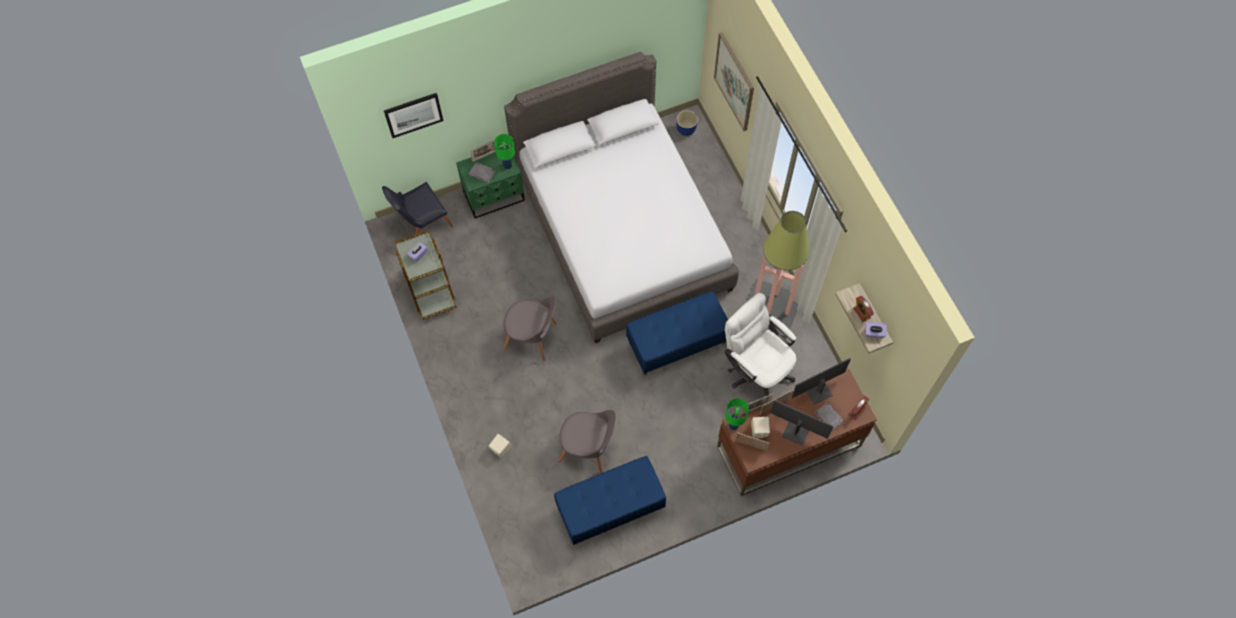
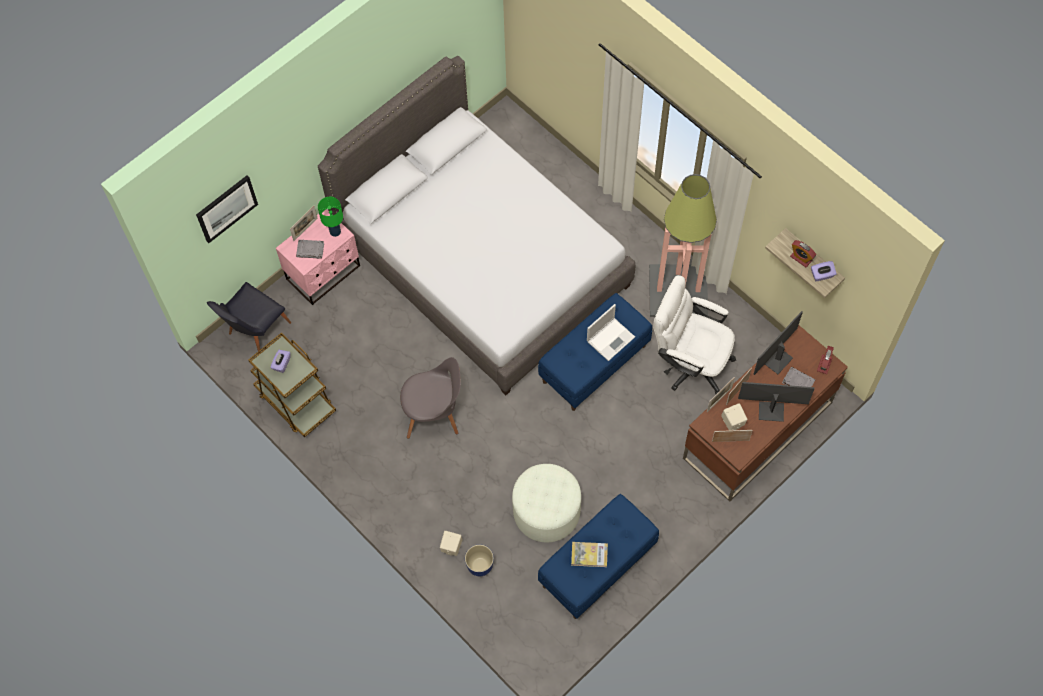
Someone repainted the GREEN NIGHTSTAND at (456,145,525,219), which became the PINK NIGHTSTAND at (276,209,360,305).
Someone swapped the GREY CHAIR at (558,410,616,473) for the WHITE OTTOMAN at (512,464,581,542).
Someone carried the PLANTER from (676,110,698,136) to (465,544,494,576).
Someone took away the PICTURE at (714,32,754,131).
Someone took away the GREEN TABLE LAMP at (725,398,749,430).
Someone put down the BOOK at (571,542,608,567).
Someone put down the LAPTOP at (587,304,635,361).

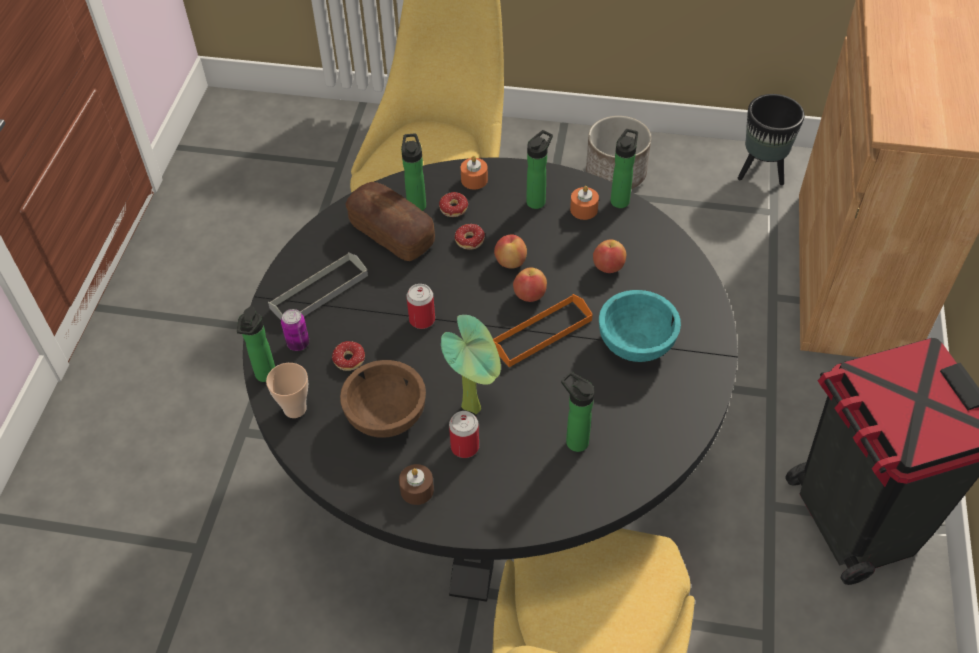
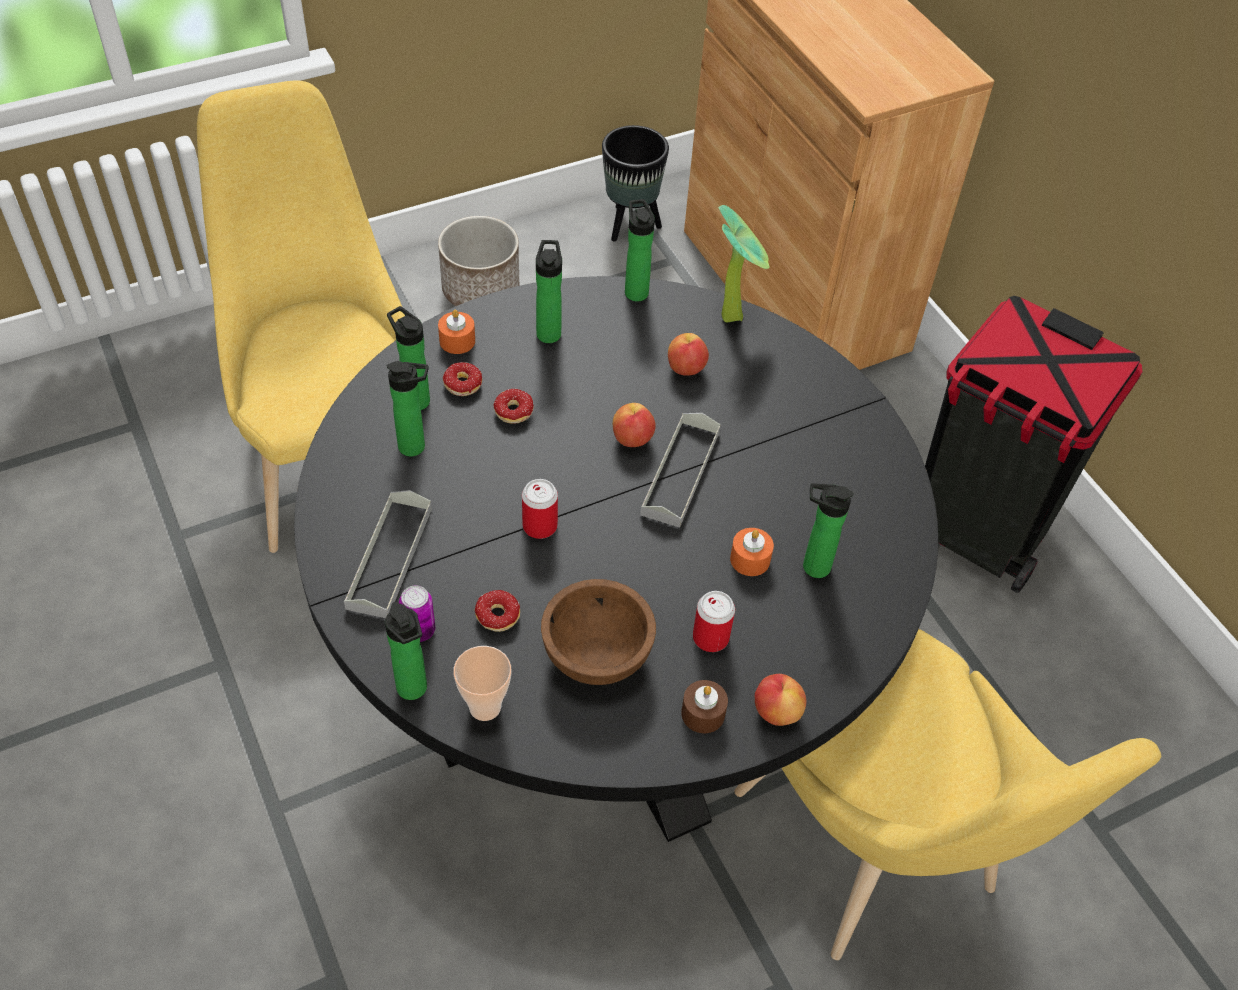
Someone swapped the BREAD at (345,182,435,261) for the BOTTLE at (387,361,429,457).
Someone carried the POTTED PLANT from (441,315,501,415) to (719,205,770,322).
Someone repainted the ORANGE TRAY at (493,294,593,367), which became the GREY TRAY at (640,413,721,528).
Someone carried the APPLE from (494,235,527,269) to (755,674,806,726).
Someone carried the ORANGE CANDLE from (570,186,599,220) to (730,528,774,576).
Someone took away the TURQUOISE BOWL at (599,290,681,362).

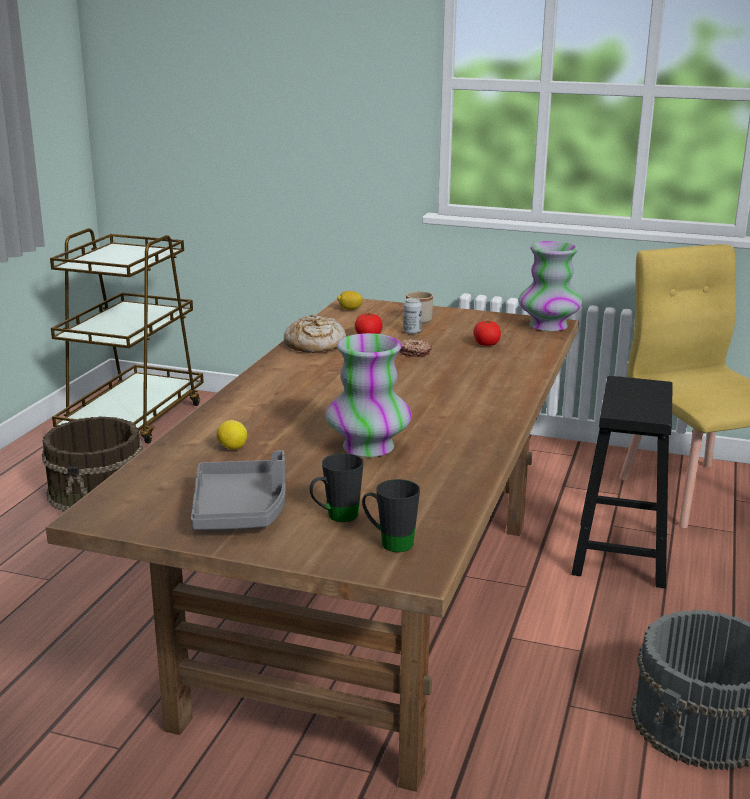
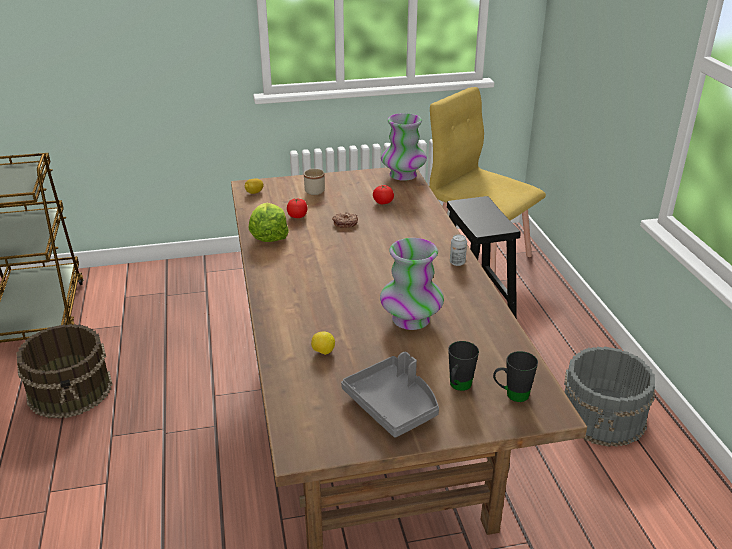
Someone swapped the BREAD at (284,315,347,353) for the LETTUCE at (249,203,289,242).
Someone carried the CAN from (403,298,422,334) to (450,234,467,266).

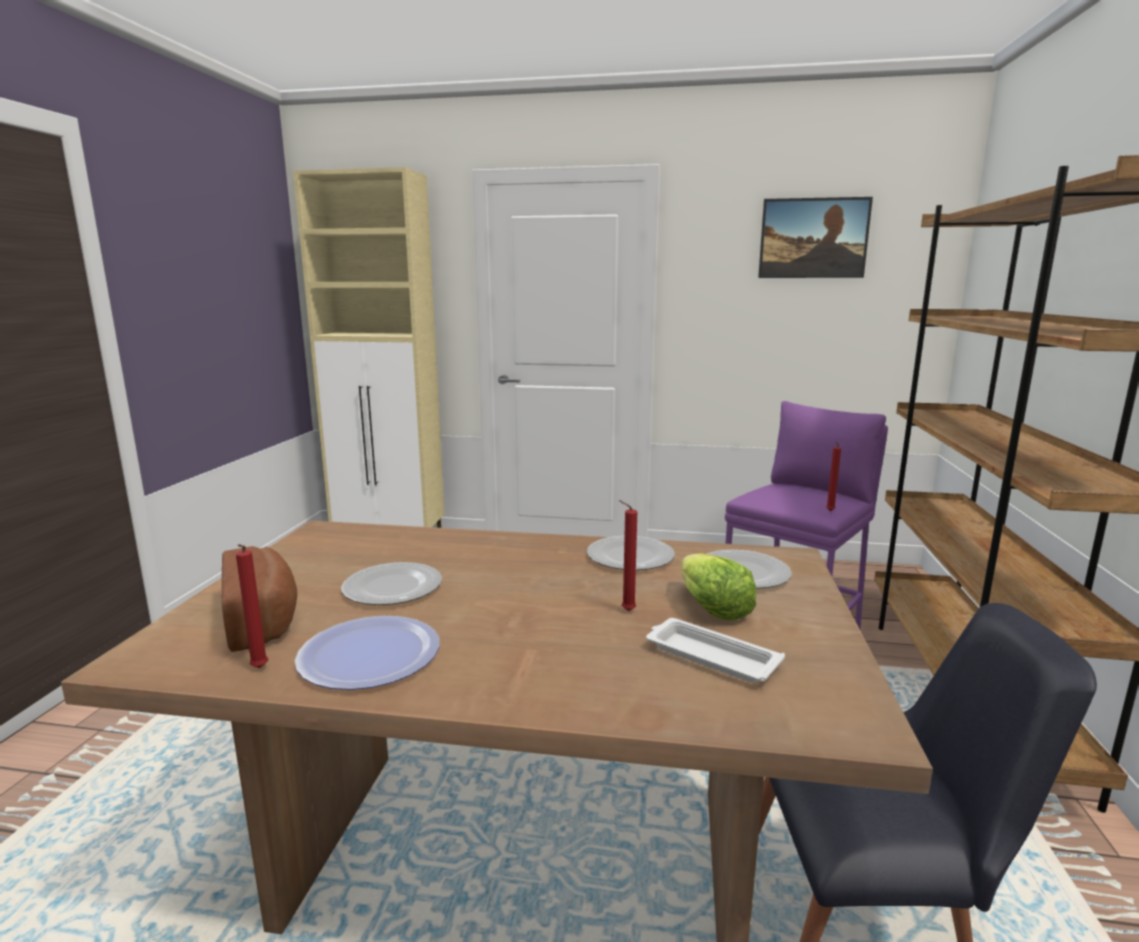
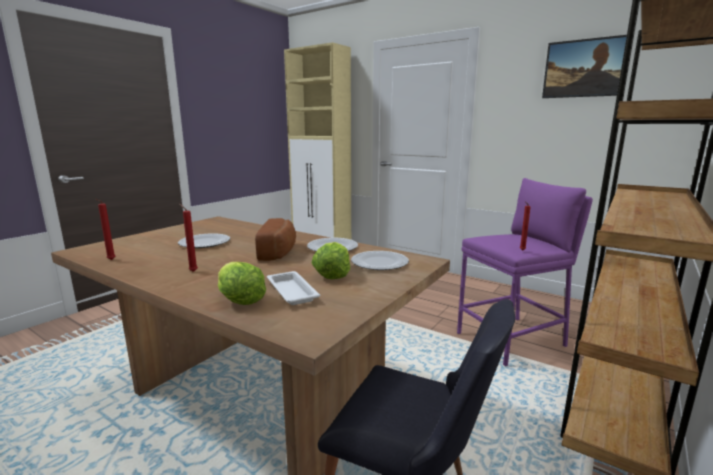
Someone carried the BREAD from (222,546,297,652) to (255,218,296,261).
Someone took away the PLATE at (295,616,439,690).
Someone carried the RED CANDLE from (619,500,637,611) to (179,204,198,272).
Someone put down the LETTUCE at (218,262,266,305).

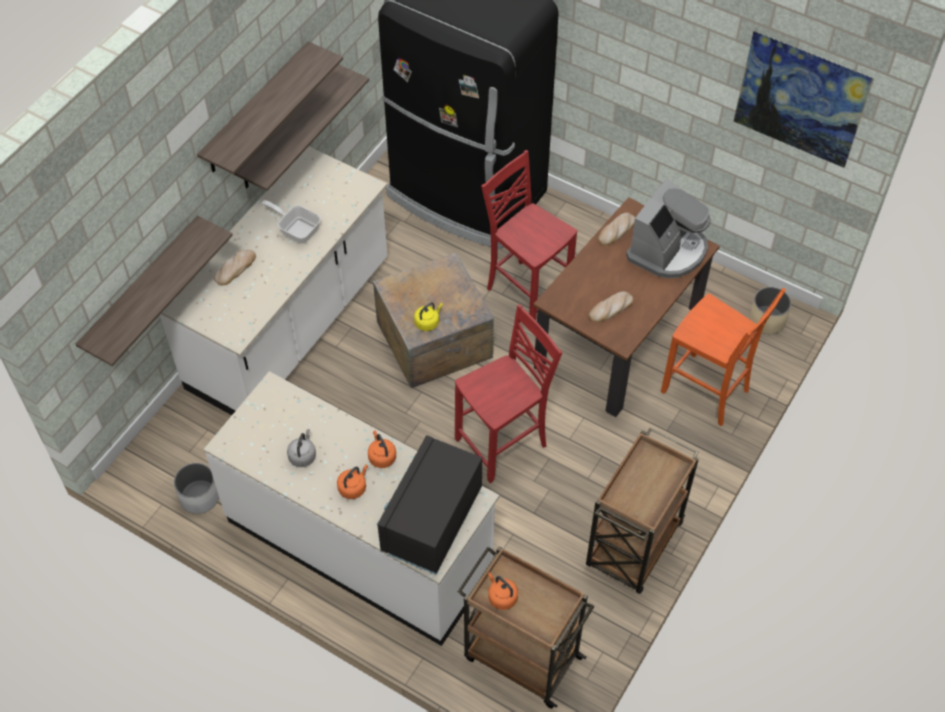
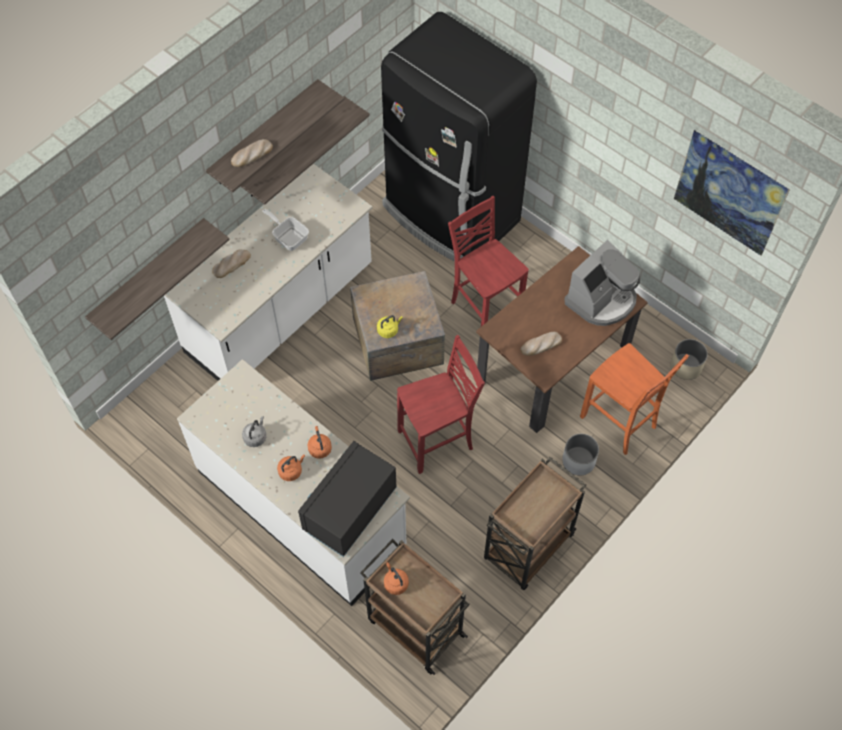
Someone carried the WHITE PLANTER from (174,463,219,514) to (562,434,599,475).
Someone carried the BREAD from (598,213,635,245) to (231,139,273,167).

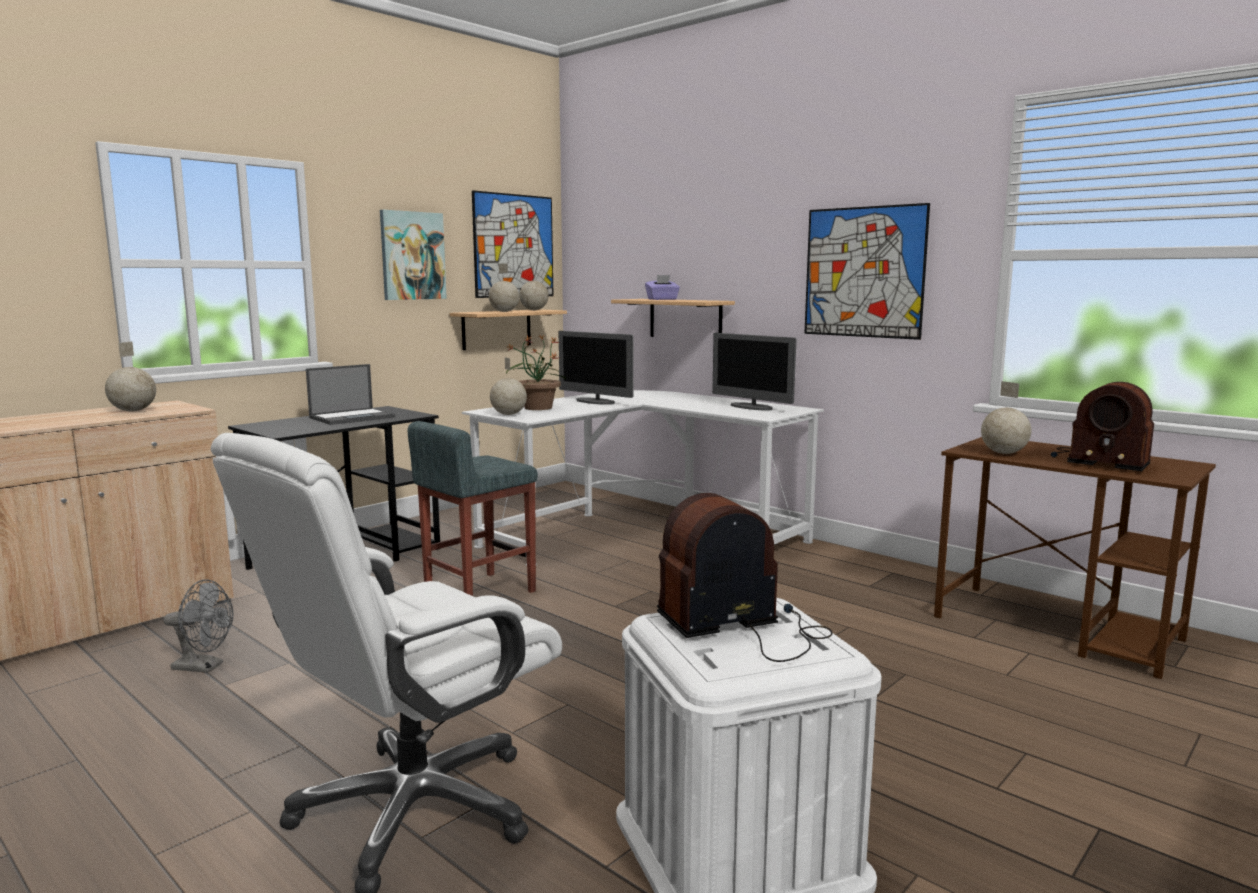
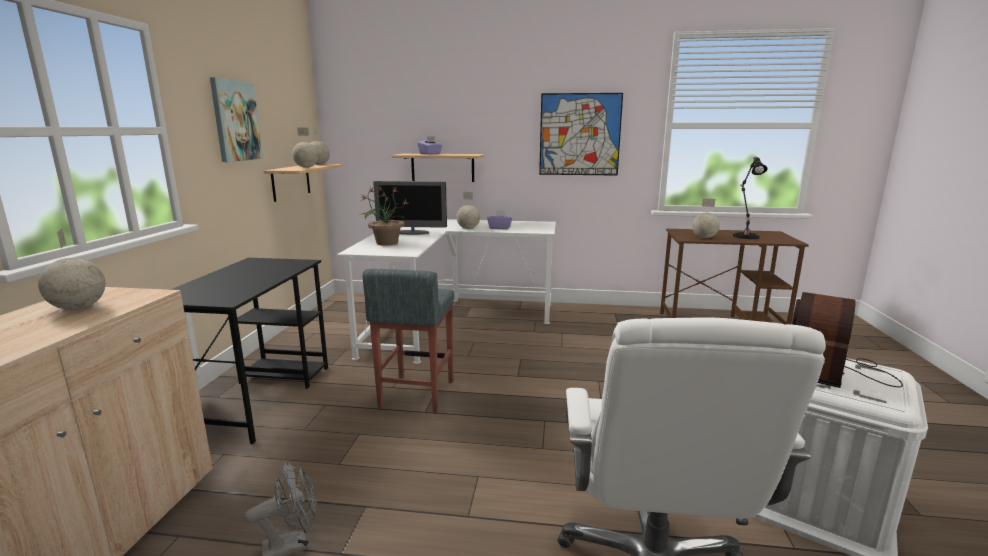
Someone took away the LAPTOP at (306,364,395,425).
Someone took away the PICTURE at (472,190,554,298).
Someone carried the GLOBE from (490,357,527,415) to (456,192,480,229).
Someone took away the MONITOR at (712,333,796,411).
Someone swapped the RADIO at (1051,382,1154,471) for the BLACK TABLE LAMP at (733,157,768,239).
Someone put down the PURPLE TISSUE BOX at (487,210,512,230).

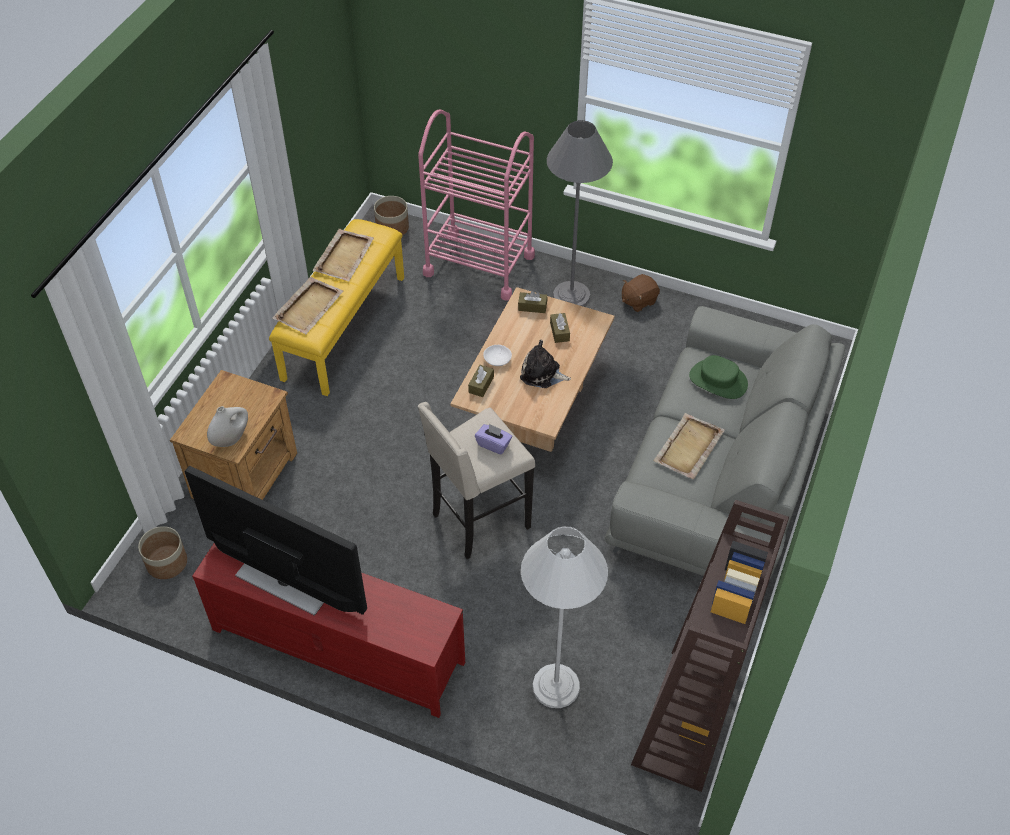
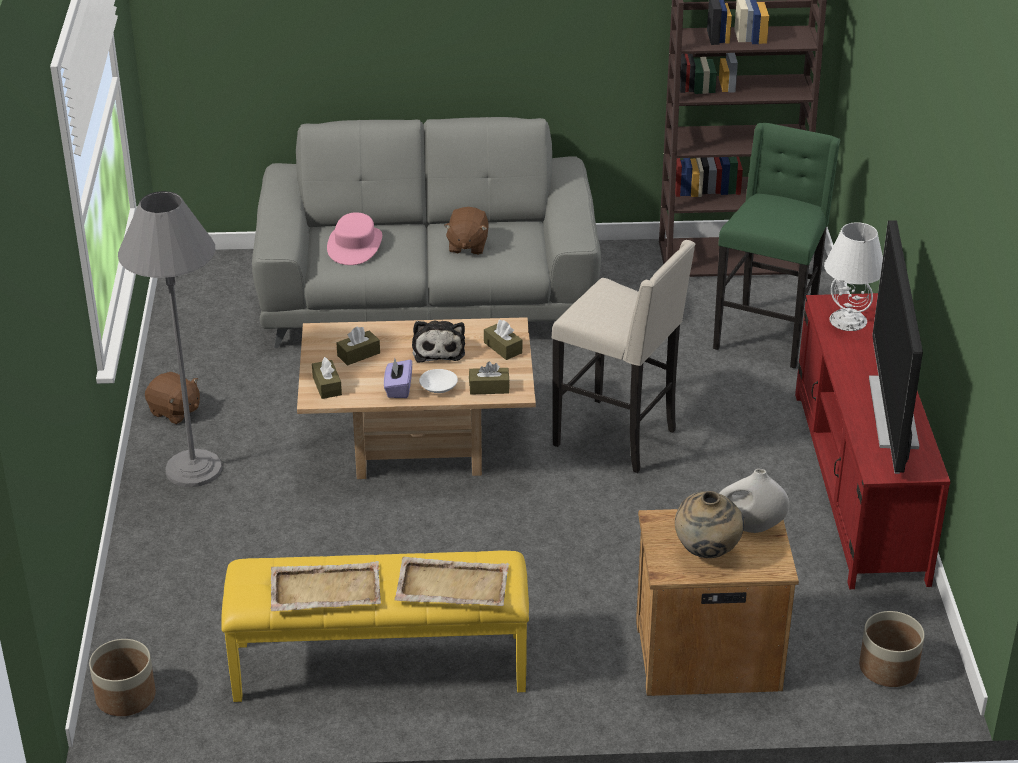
Someone took away the PINK CART at (418,109,535,301).
Someone carried the PURPLE TISSUE BOX from (475,424,512,454) to (384,358,412,398).
Someone swapped the WHITE FLOOR LAMP at (521,526,608,708) for the GREEN STOOL at (713,123,840,368).
Someone swapped the BEIGE TRAY at (653,413,725,479) for the BROWN PLUSH TOY at (444,207,489,255).
Someone repainted the GREEN HAT at (689,355,748,399), which became the PINK HAT at (327,212,382,265).
Someone put down the BROWN TISSUE BOX at (484,320,522,360).
Someone put down the BEIGE VASE at (675,491,745,558).
Someone put down the WHITE TABLE LAMP at (824,222,883,331).

